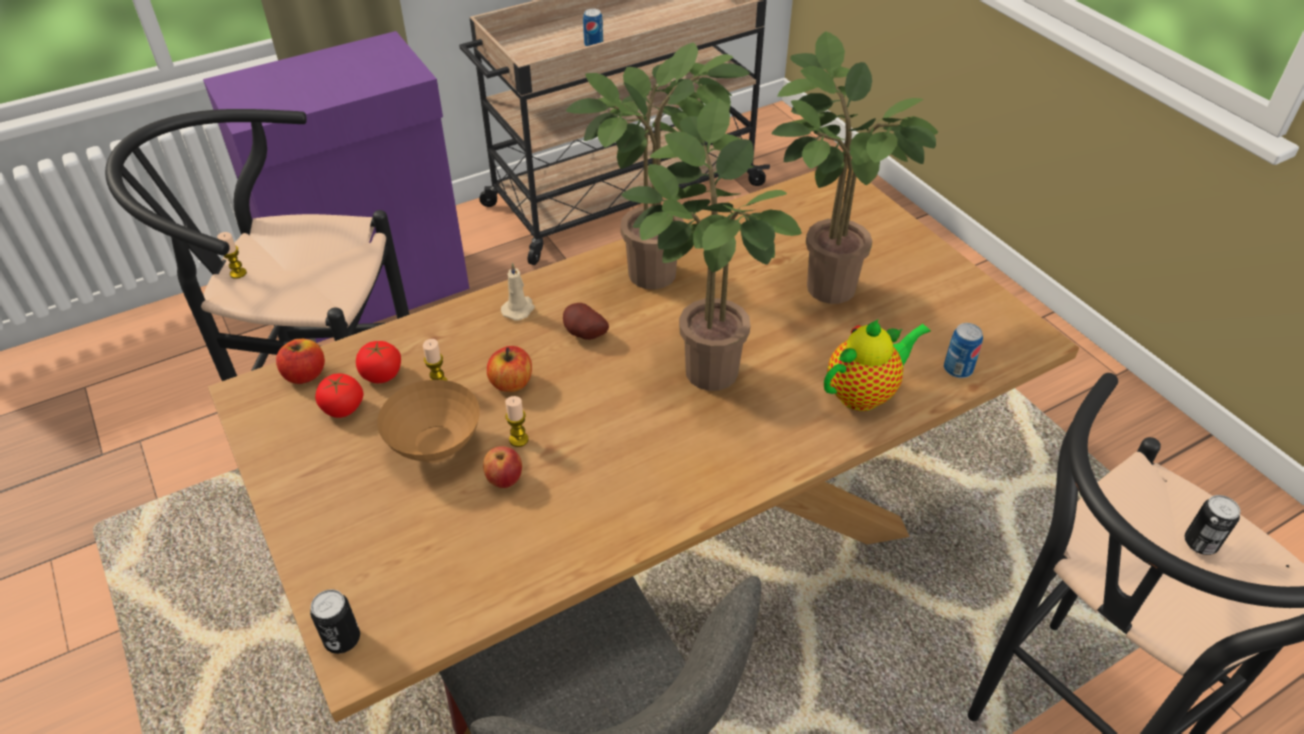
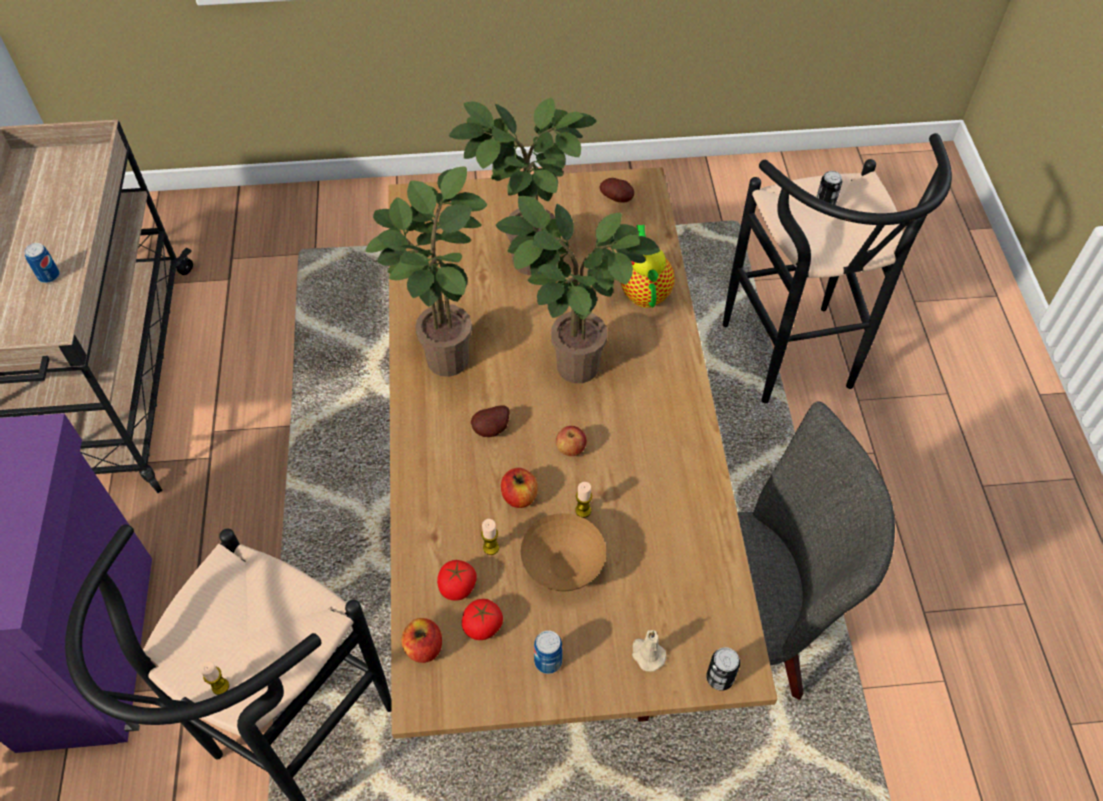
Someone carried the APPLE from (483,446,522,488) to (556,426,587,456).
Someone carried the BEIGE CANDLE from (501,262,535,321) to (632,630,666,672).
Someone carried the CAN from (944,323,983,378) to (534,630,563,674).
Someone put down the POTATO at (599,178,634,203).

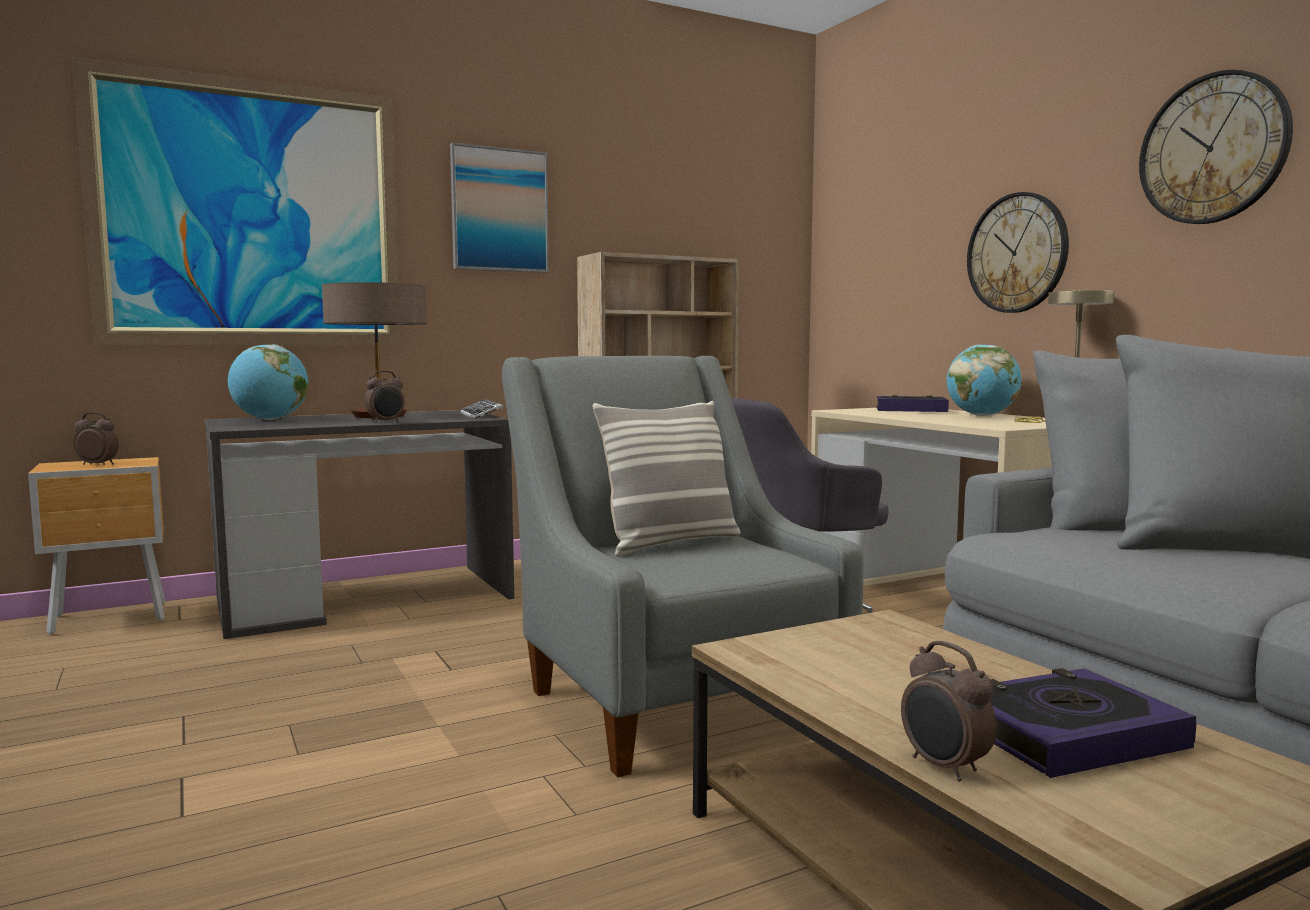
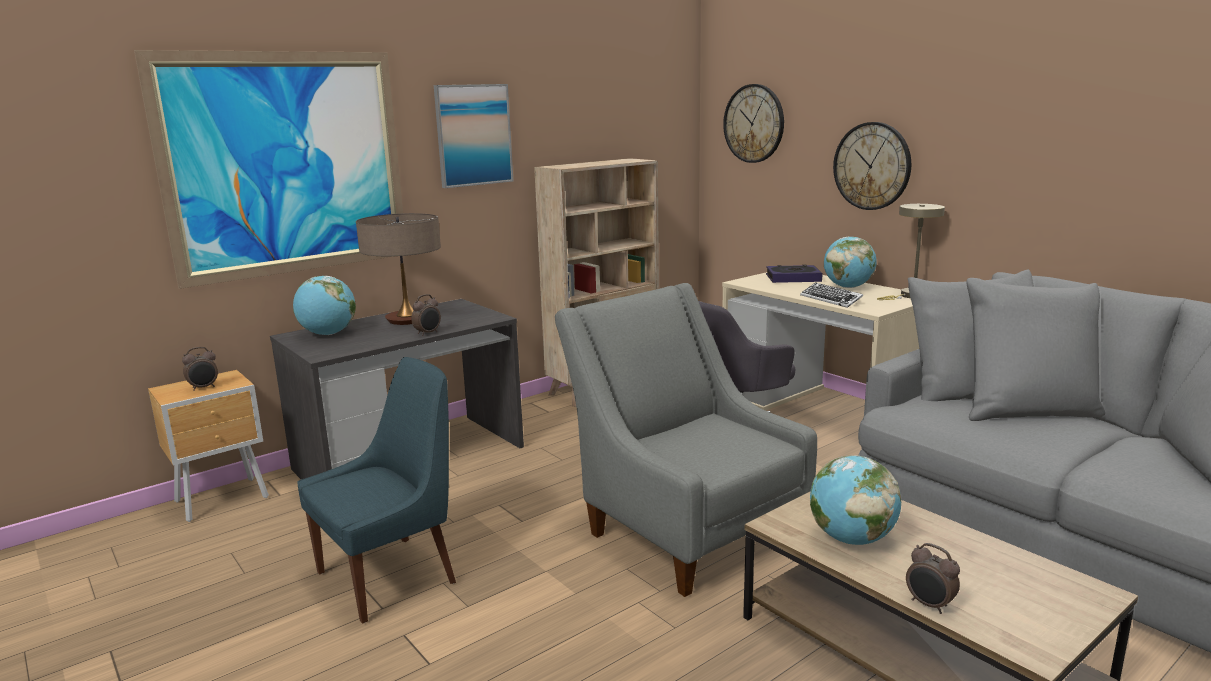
Someone rotated the ALARM CLOCK at (73,412,119,465) by 150 degrees clockwise.
Someone carried the KEYBOARD from (461,399,503,419) to (800,282,863,308).
Someone took away the PILLOW at (592,401,741,557).
Someone took away the BOOK at (990,668,1197,778).
Someone carried the WALL CLOCK from (1139,70,1293,224) to (723,84,784,163).
Someone put down the BLUE CHAIR at (297,357,456,624).
Someone put down the GLOBE at (810,455,901,545).

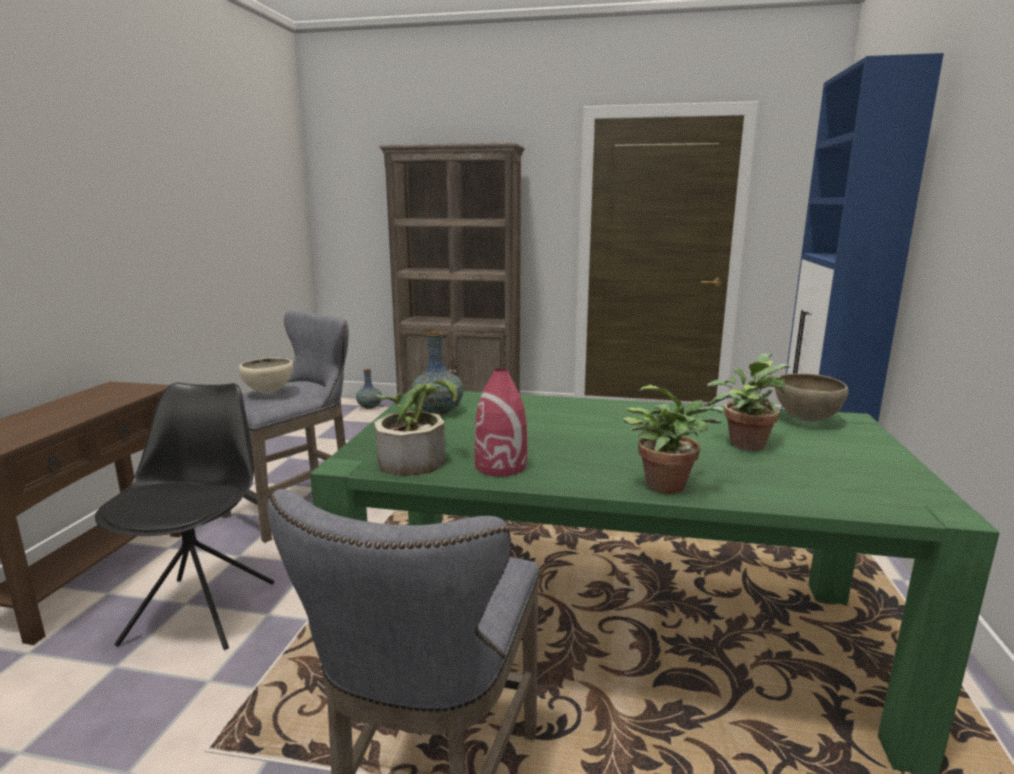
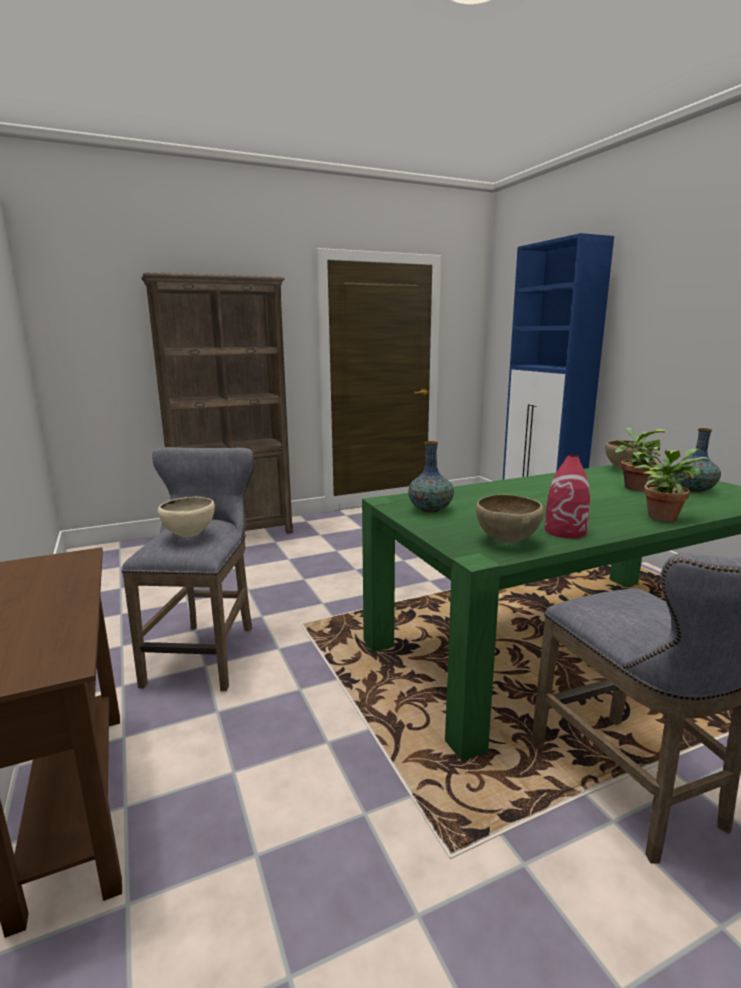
Someone took away the BLACK CHAIR at (95,383,274,650).
Someone carried the VASE from (356,369,382,409) to (674,428,721,492).
Someone swapped the POTTED PLANT at (374,380,458,476) for the BROWN BOWL at (476,494,544,543).

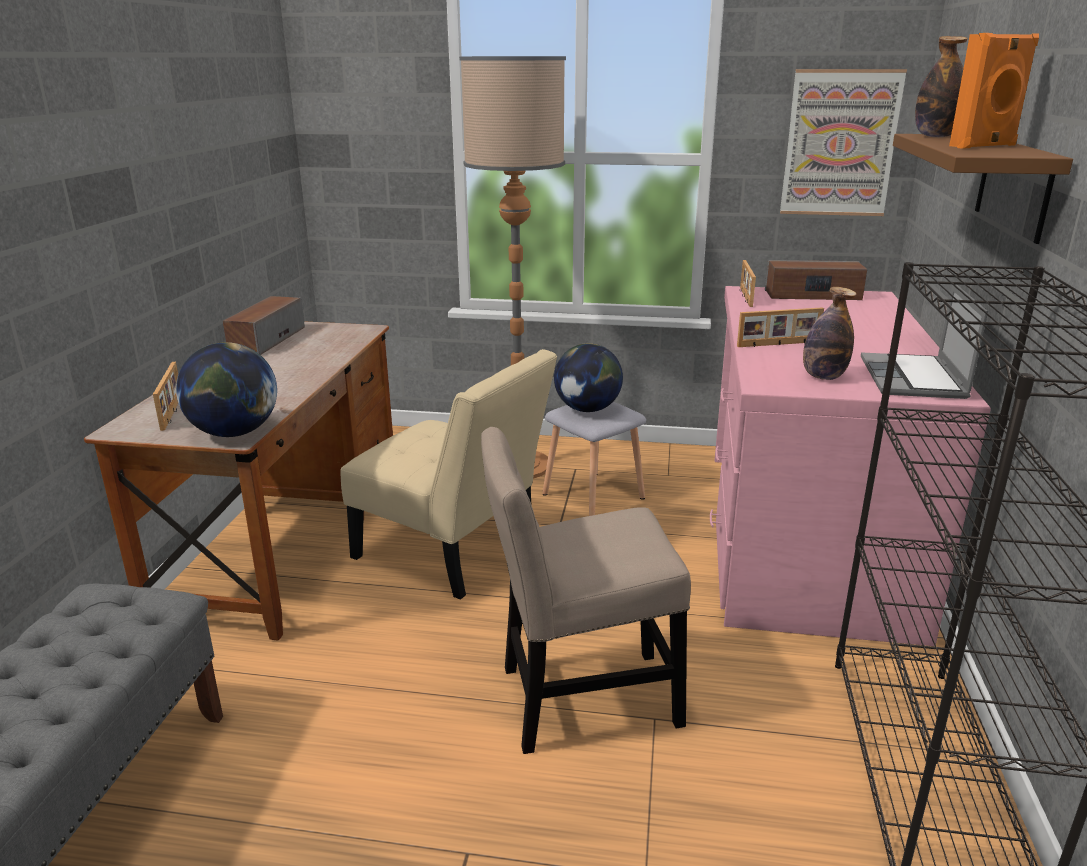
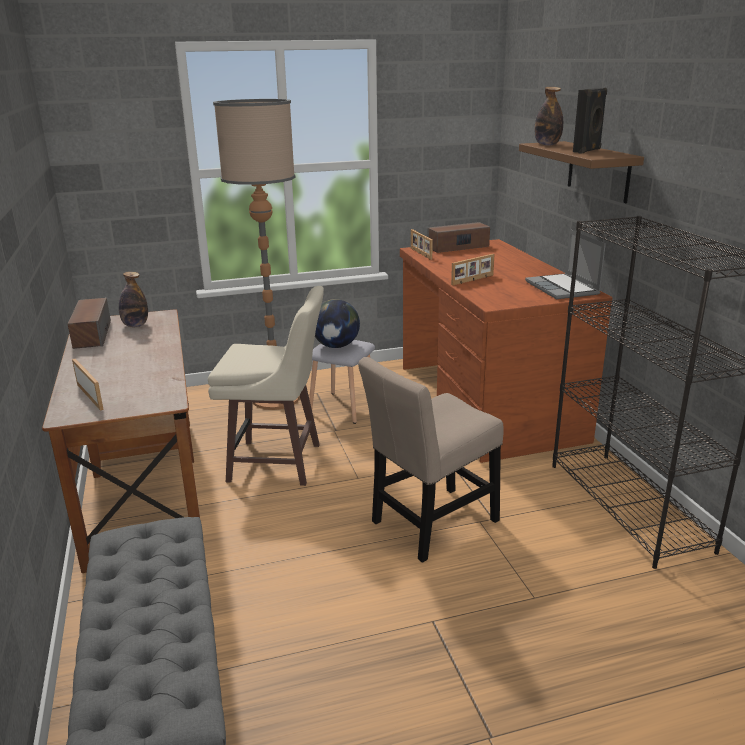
Someone took away the GLOBE at (176,342,277,437).
Someone swapped the BEIGE CHAIR at (340,349,557,600) for the BEIGE STOOL at (208,286,324,486).
Someone repainted the PINK DESK at (710,286,991,646), which became the BROWN DESK at (400,239,612,463).
Someone took away the PICTURE at (780,69,907,216).
Someone carried the BOTTLE from (803,287,857,380) to (119,272,148,327).
Someone repainted the ORANGE SPEAKER at (949,33,1039,149), which became the BLACK SPEAKER at (573,88,607,154).

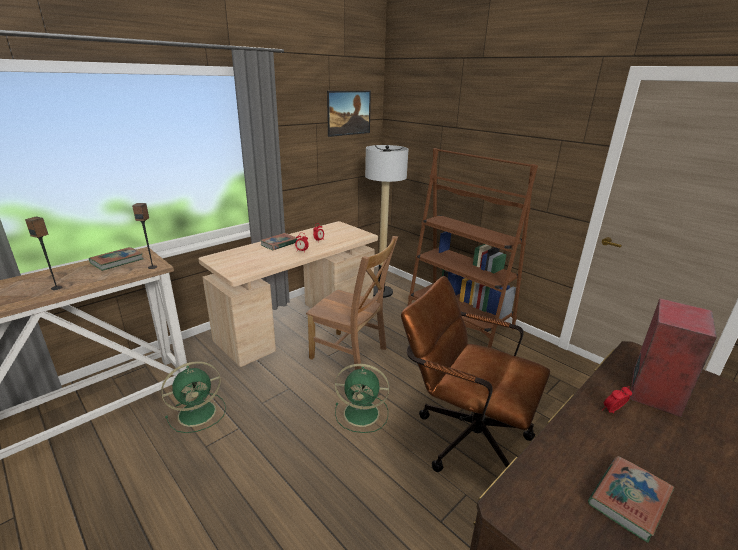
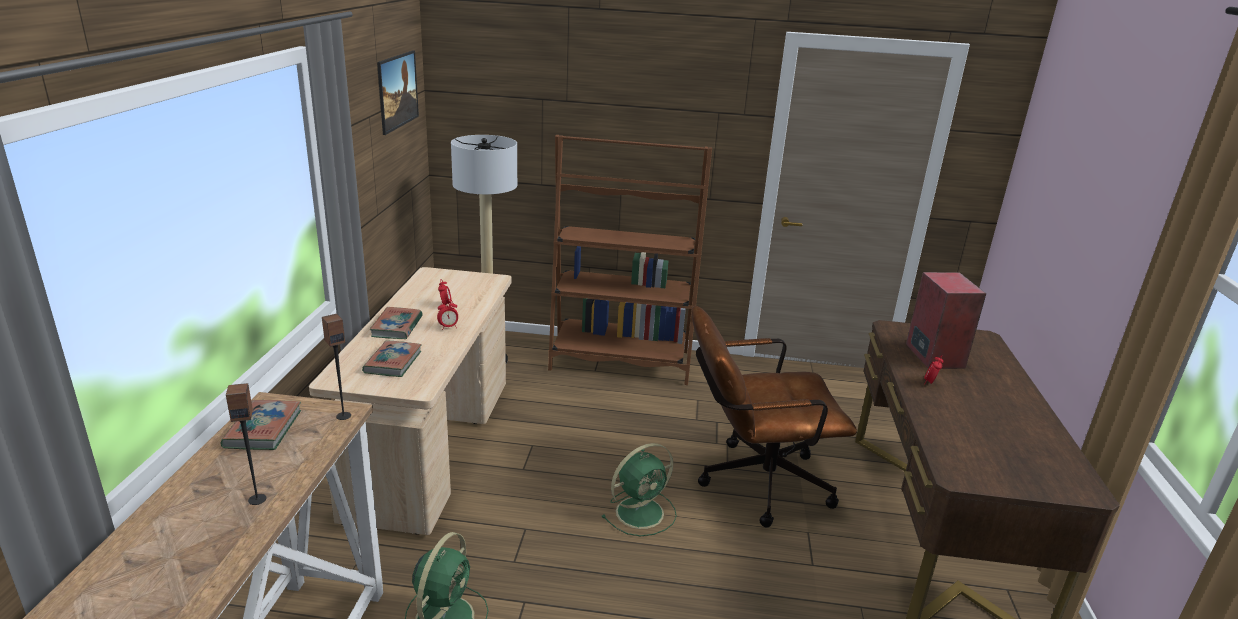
Someone took away the BROWN CHAIR at (306,236,398,370).
Someone carried the BOOK from (588,456,674,543) to (362,341,422,377).

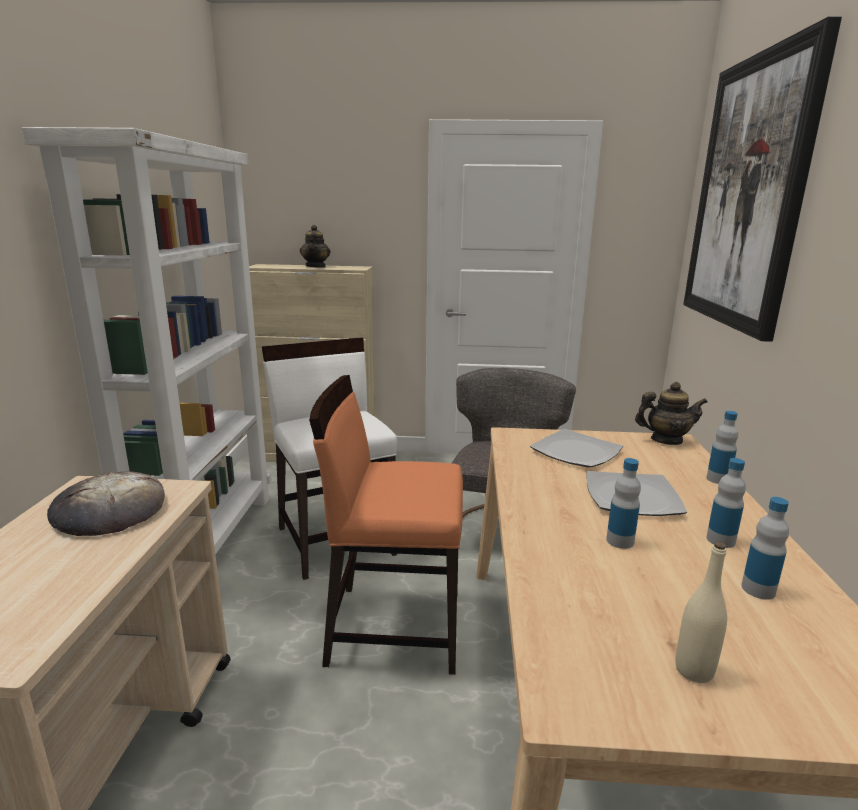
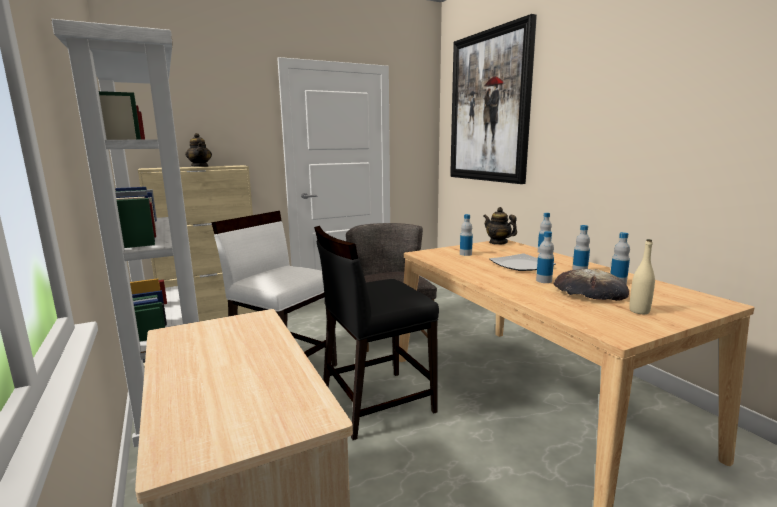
Someone carried the BREAD from (47,471,165,536) to (554,269,629,301).
Someone repainted the ORANGE CHAIR at (309,375,463,675), which became the BLACK CHAIR at (314,226,439,440).
Someone swapped the PLATE at (530,429,623,468) for the BOTTLE at (460,214,473,256).
Someone rotated the TEAPOT at (635,382,707,445) by 105 degrees counterclockwise.

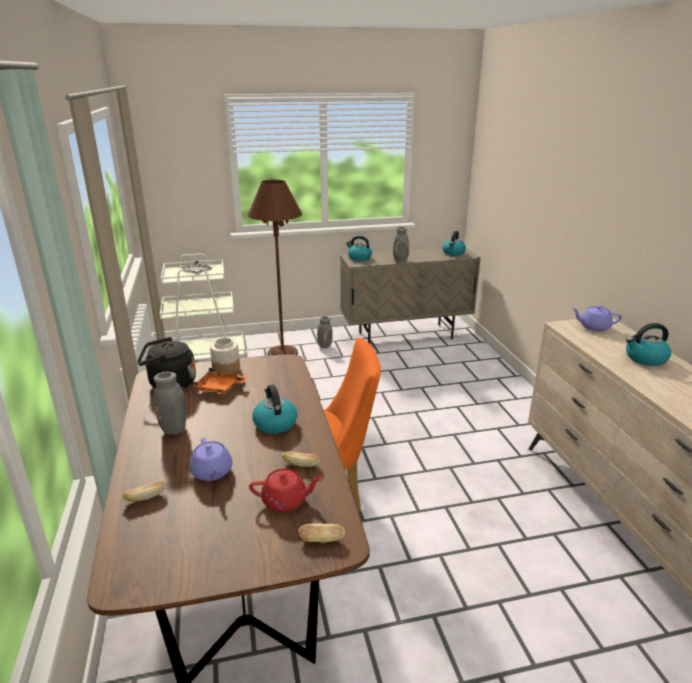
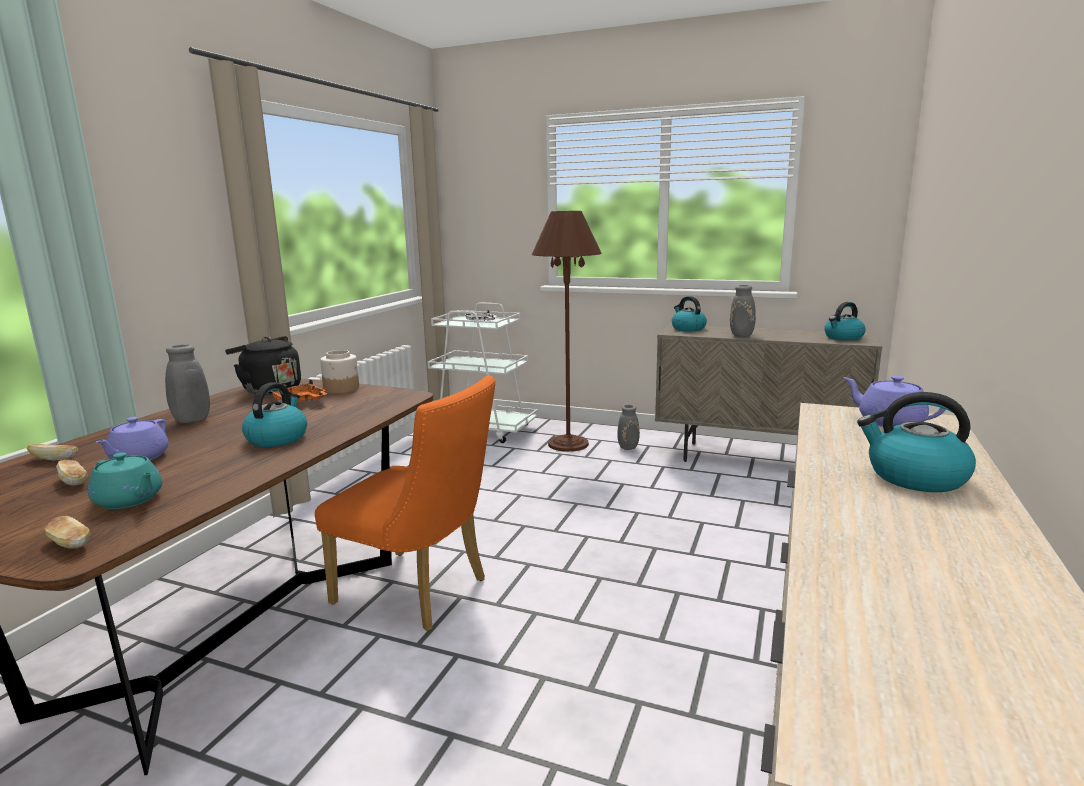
Someone repainted the RED TEAPOT at (249,468,322,512), which became the TURQUOISE TEAPOT at (88,452,162,509).
Someone carried the BREAD from (282,451,320,467) to (56,460,88,485).

